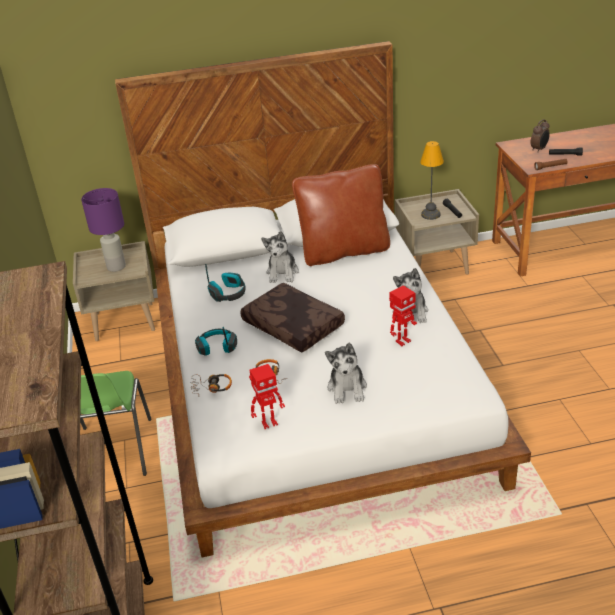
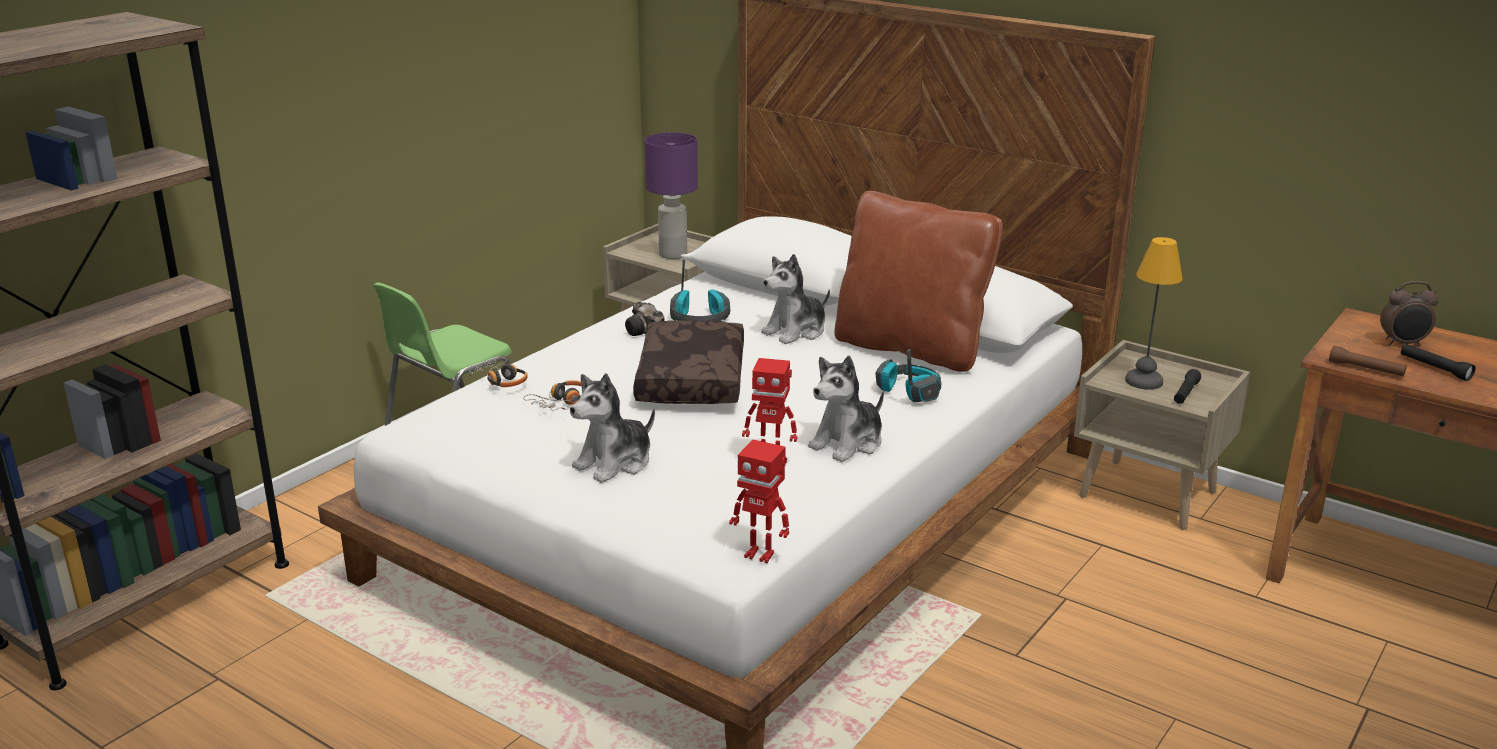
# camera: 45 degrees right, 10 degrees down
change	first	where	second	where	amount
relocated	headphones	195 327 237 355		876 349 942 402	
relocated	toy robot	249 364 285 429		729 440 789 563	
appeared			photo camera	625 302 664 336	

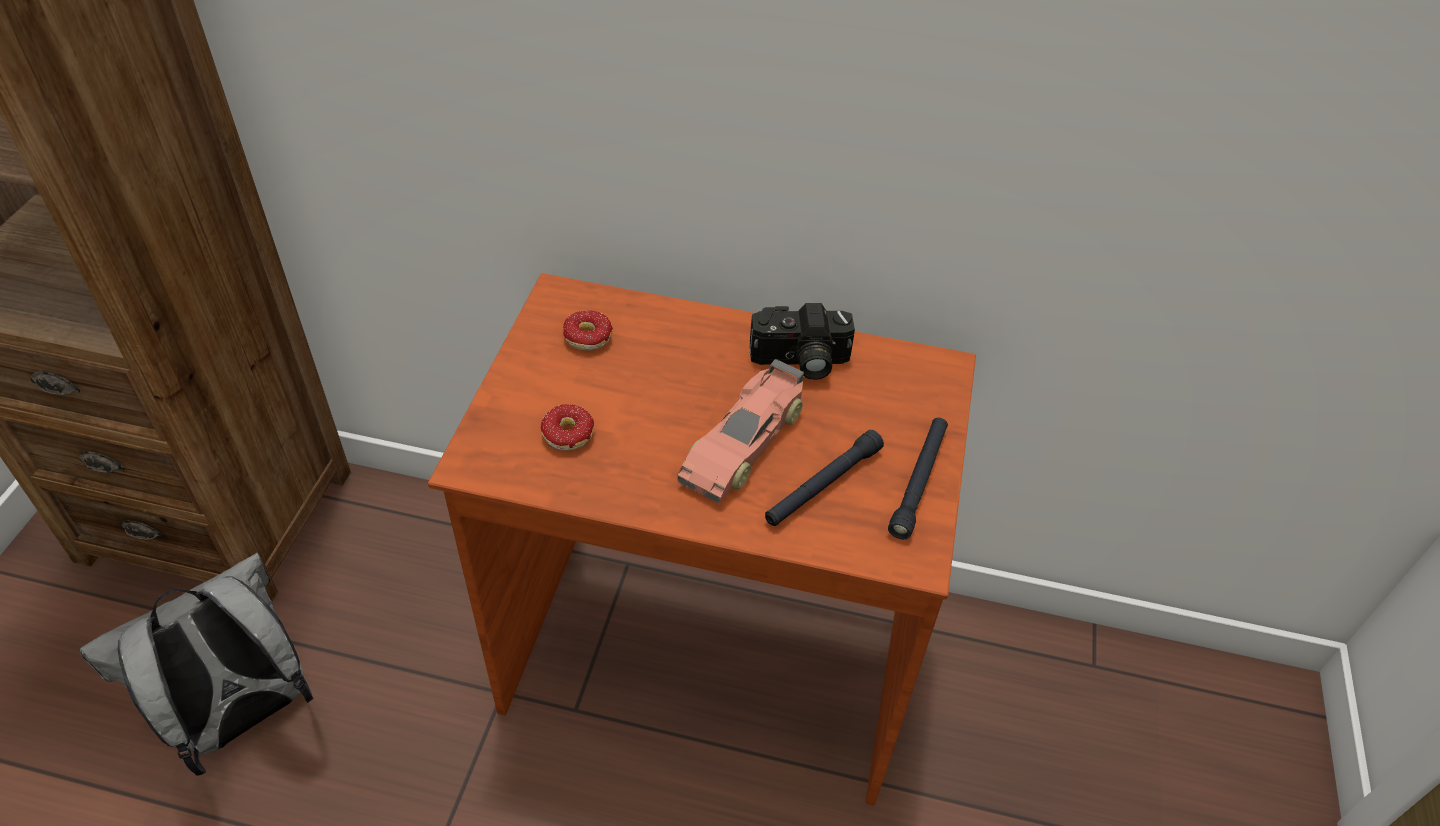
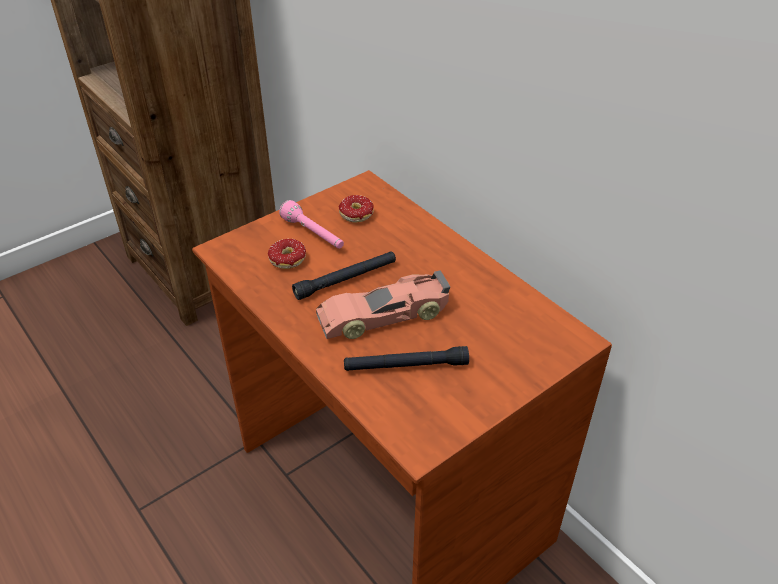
# camera: 40 degrees right, 5 degrees down
change	first	where	second	where	amount
missing	photo camera	750 303 855 380			
relocated	black flashlight	888 418 948 539		292 251 396 300	
missing	grey backpack	80 553 314 776			
appeared			pink flashlight	279 200 344 248	

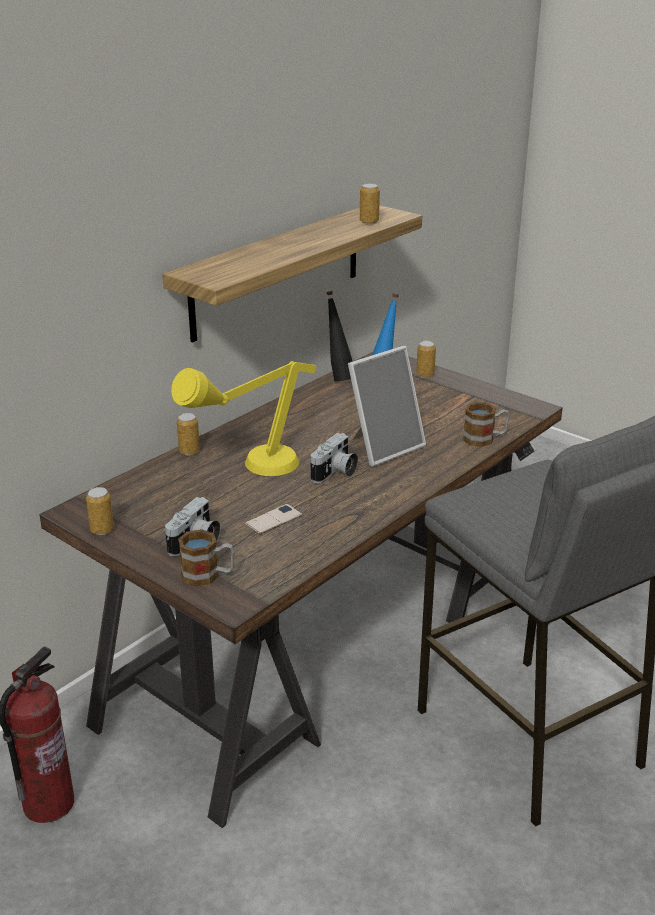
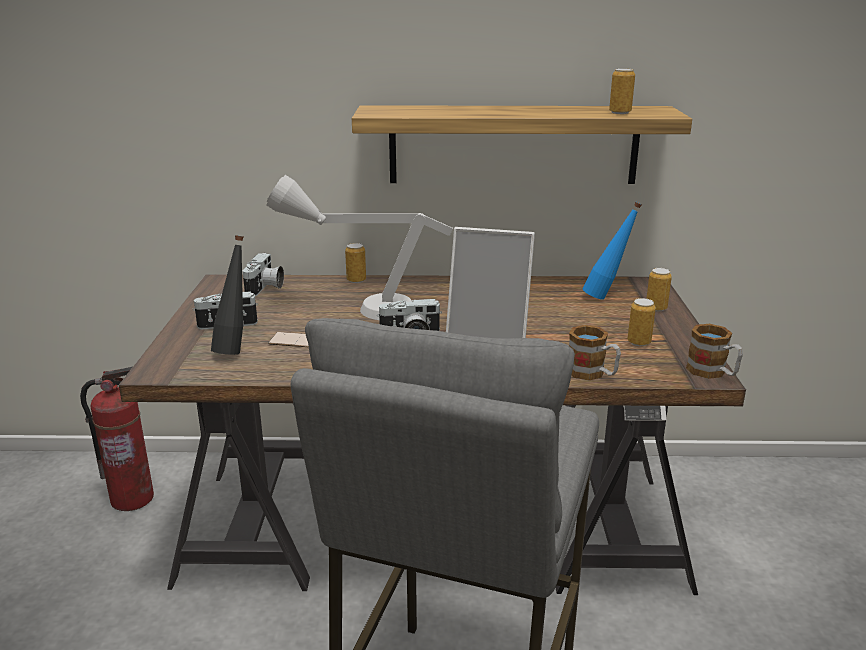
# camera: 50 degrees right, 5 degrees down
change	first	where	second	where	amount
relocated	black bottle	326 291 352 381		211 235 244 355	
colour	yellow table lamp	171 361 316 476	grey table lamp	266 175 453 320	
relocated	can	86 487 114 535		628 298 656 346	
relocated	mug	178 529 235 587		686 324 743 379	
appeared			photo camera	242 253 284 296	

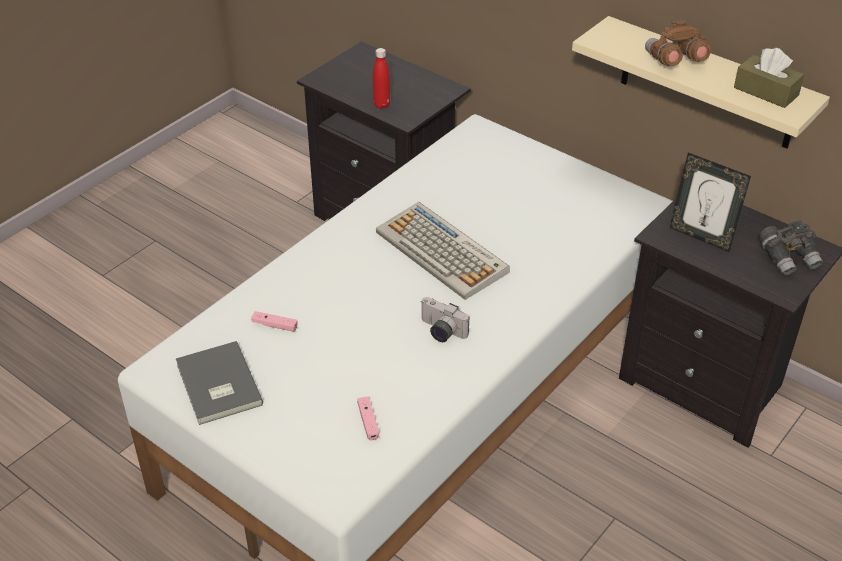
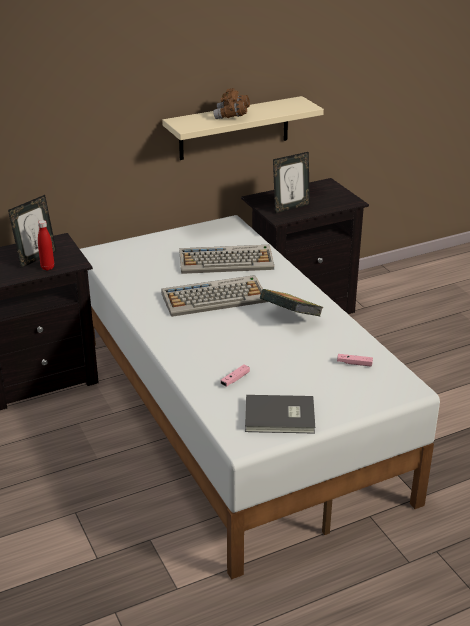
# camera: 65 degrees left, 10 degrees down
change	first	where	second	where	amount
missing	brown tissue box	734 48 804 108			
missing	grey binoculars	759 220 823 276			
exchanged	photo camera	422 297 469 342	book	260 289 323 316	
appeared			picture frame	8 195 56 268	
appeared			keyboard	179 245 274 274	

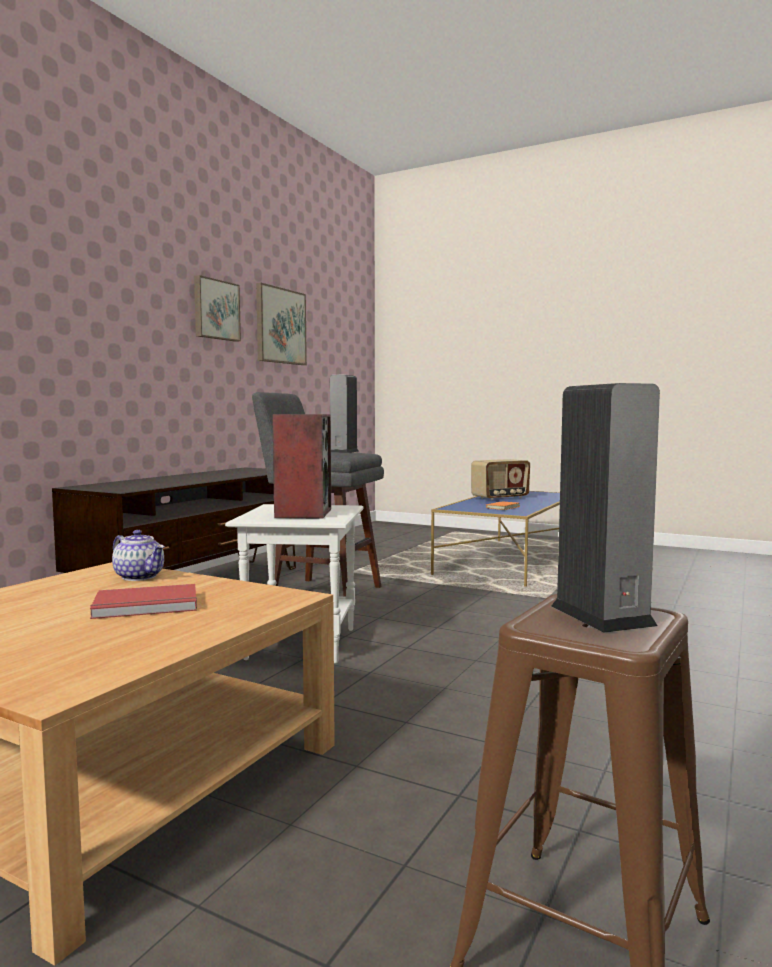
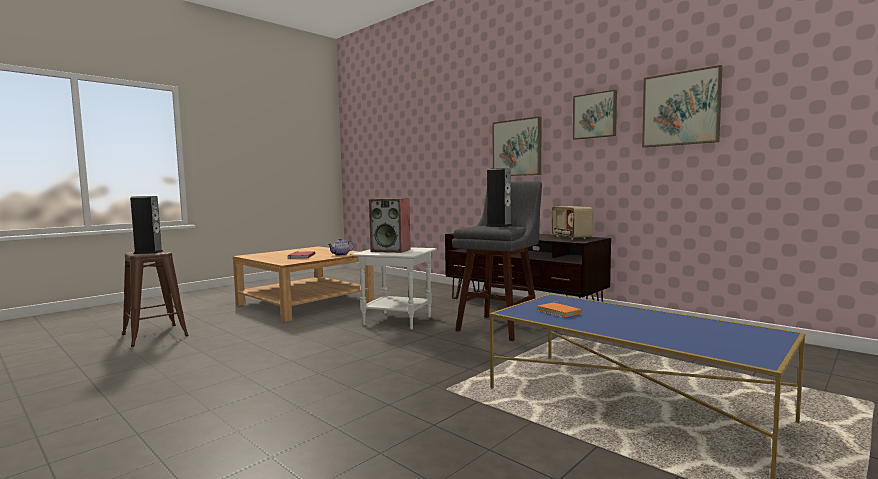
# camera: 105 degrees right, 0 degrees up
change	first	where	second	where	amount
relocated	radio	471 459 530 501		552 206 593 240	
appeared			picture	492 116 541 176	

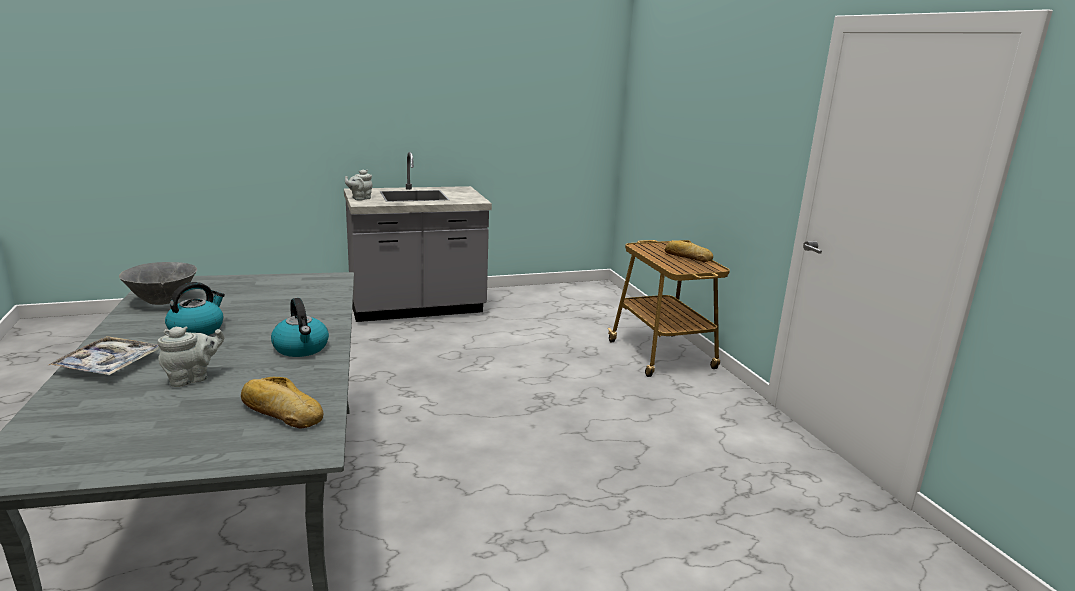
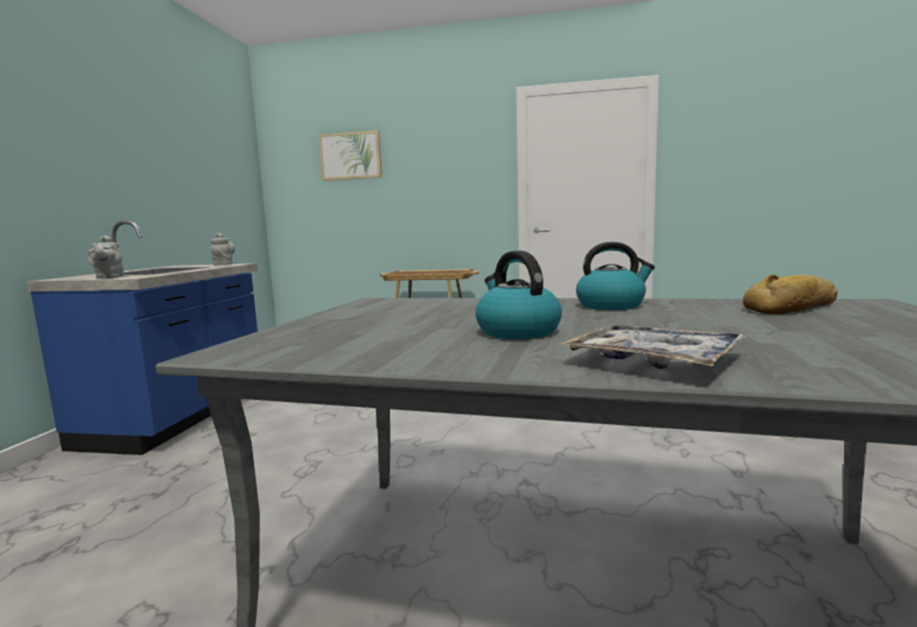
# camera: 60 degrees left, 10 degrees down
change	first	where	second	where	amount
colour	grey counter	344 152 492 322	blue counter	27 220 258 455	
missing	bread	665 240 713 262			
missing	grey bowl	119 262 197 305			
relocated	grey teapot	157 326 224 387		211 233 235 265	
appeared			picture	319 130 382 181	

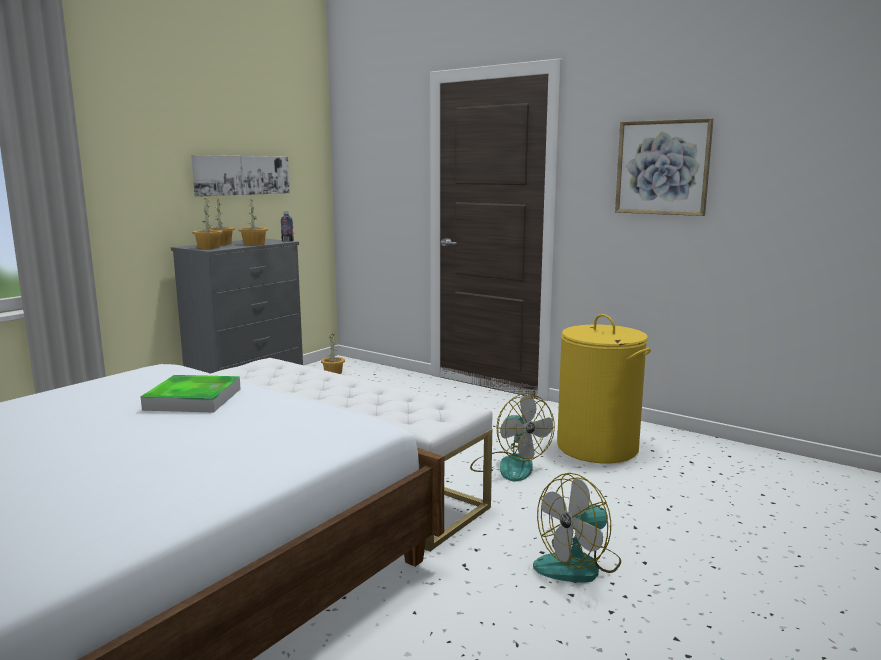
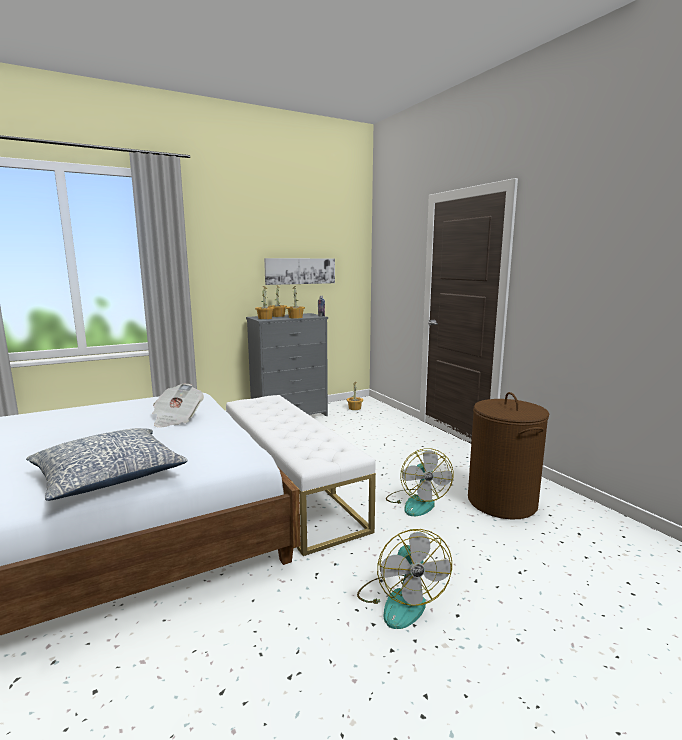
# camera: 25 degrees right, 0 degrees up
change	first	where	second	where	amount
missing	picture	615 118 714 216			
colour	yellow laundry basket	557 314 651 464	brown laundry basket	468 392 549 519	
exchanged	tray	141 375 241 413	newspaper	152 384 204 427	
spun	fan	533 473 621 583		357 529 452 629	90 degrees counterclockwise
appeared			pillow	26 428 188 501	

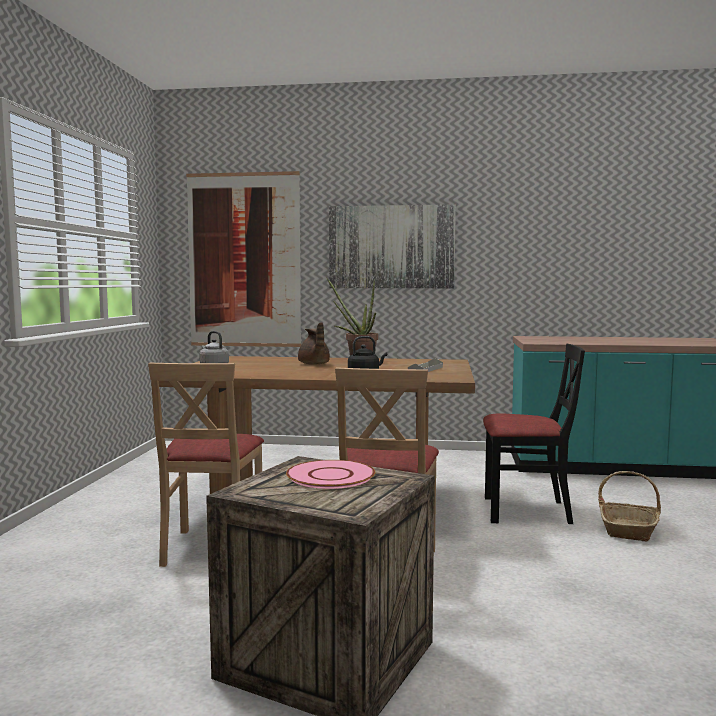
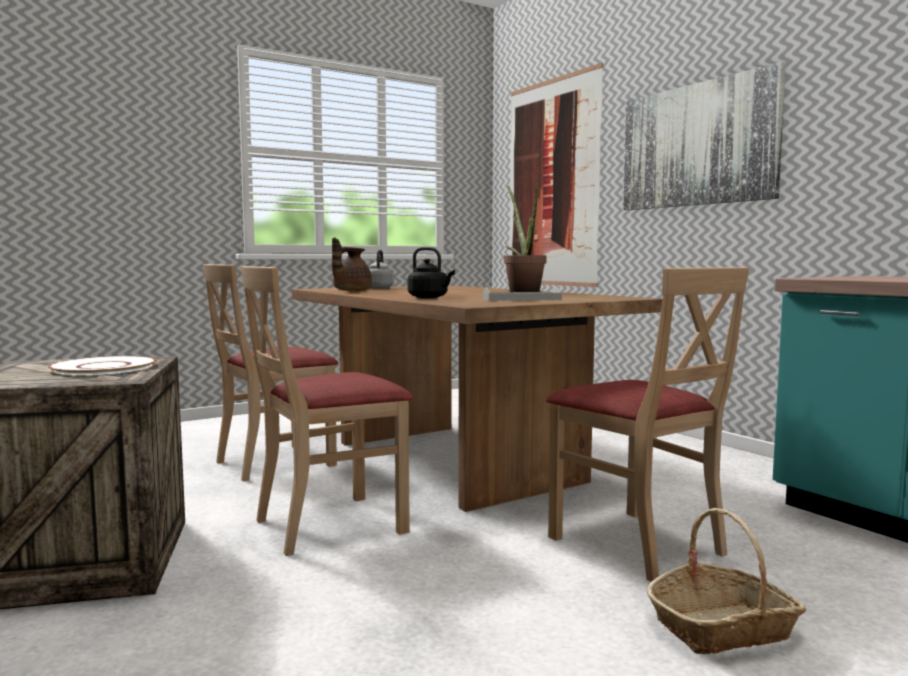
# camera: 50 degrees right, 0 degrees up
change	first	where	second	where	amount
relocated	brown teapot	298 322 330 365		332 237 372 291	
colour	black chair	483 344 585 524	beige chair	546 267 749 582	
colour	pink plate	286 460 375 489	white plate	48 356 157 375	

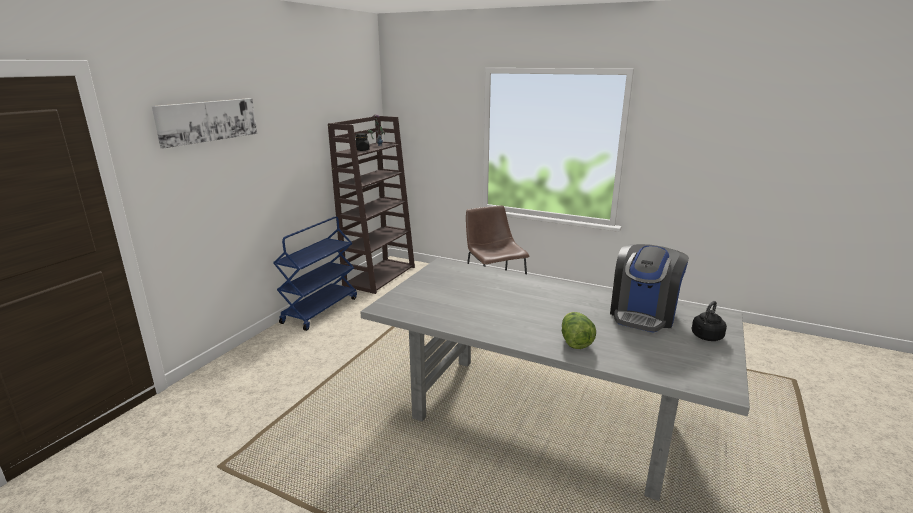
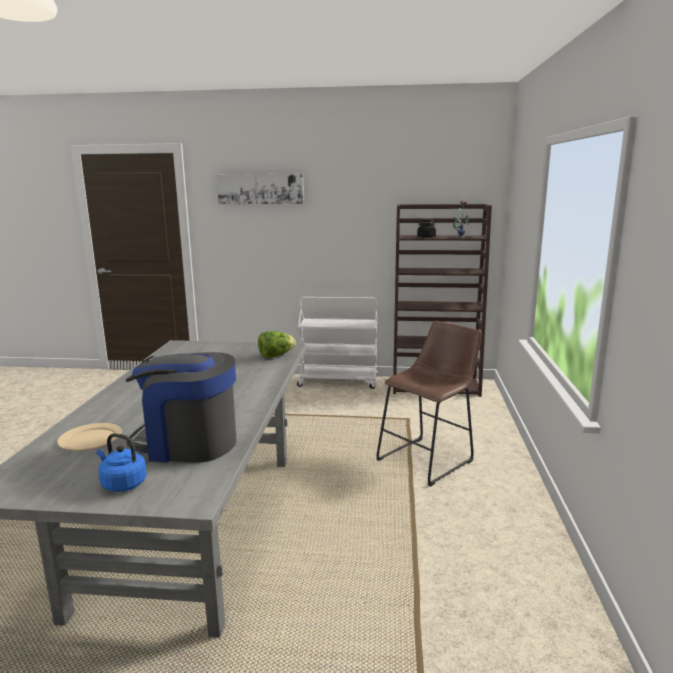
# camera: 70 degrees right, 5 degrees down
change	first	where	second	where	amount
colour	blue cart	273 216 357 331	white cart	297 297 377 389	
colour	black kettle	691 301 727 341	blue kettle	96 433 147 492	
relocated	lettuce	562 312 596 349		258 331 296 358	
appeared			beige plate	57 423 122 451	

